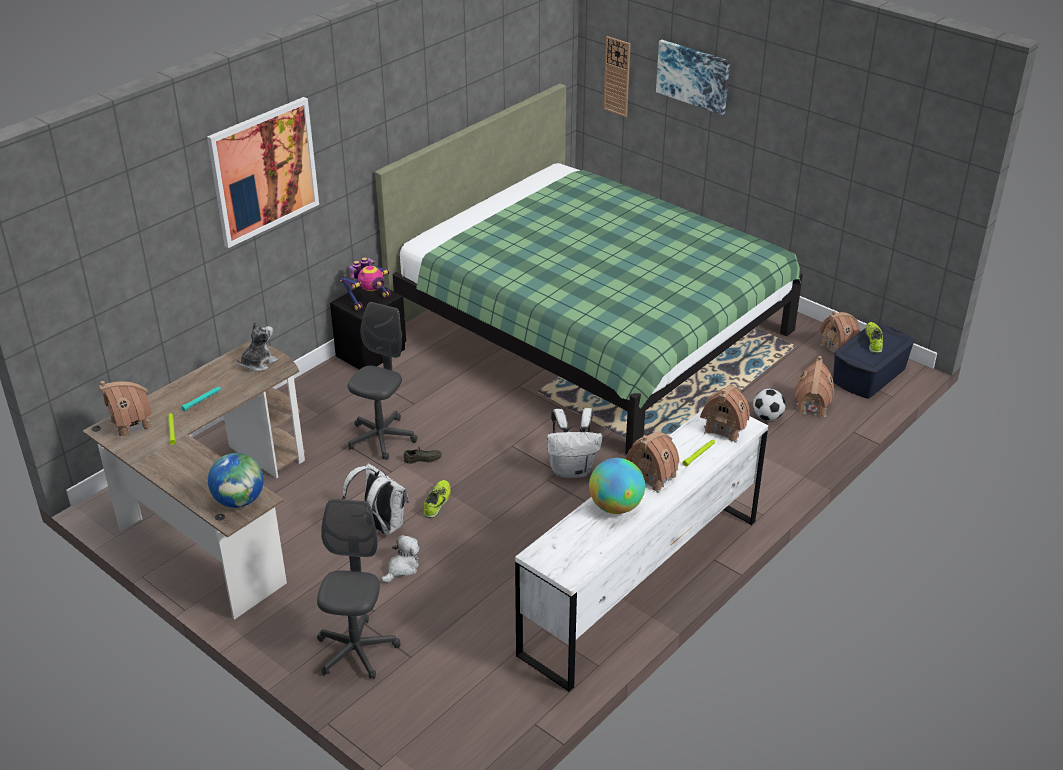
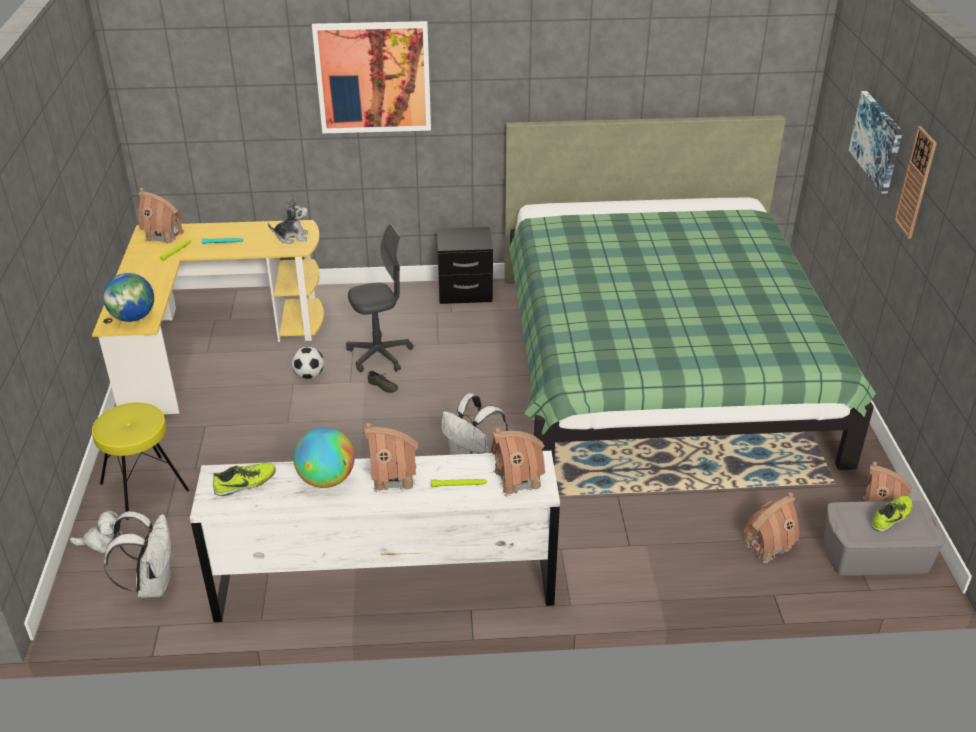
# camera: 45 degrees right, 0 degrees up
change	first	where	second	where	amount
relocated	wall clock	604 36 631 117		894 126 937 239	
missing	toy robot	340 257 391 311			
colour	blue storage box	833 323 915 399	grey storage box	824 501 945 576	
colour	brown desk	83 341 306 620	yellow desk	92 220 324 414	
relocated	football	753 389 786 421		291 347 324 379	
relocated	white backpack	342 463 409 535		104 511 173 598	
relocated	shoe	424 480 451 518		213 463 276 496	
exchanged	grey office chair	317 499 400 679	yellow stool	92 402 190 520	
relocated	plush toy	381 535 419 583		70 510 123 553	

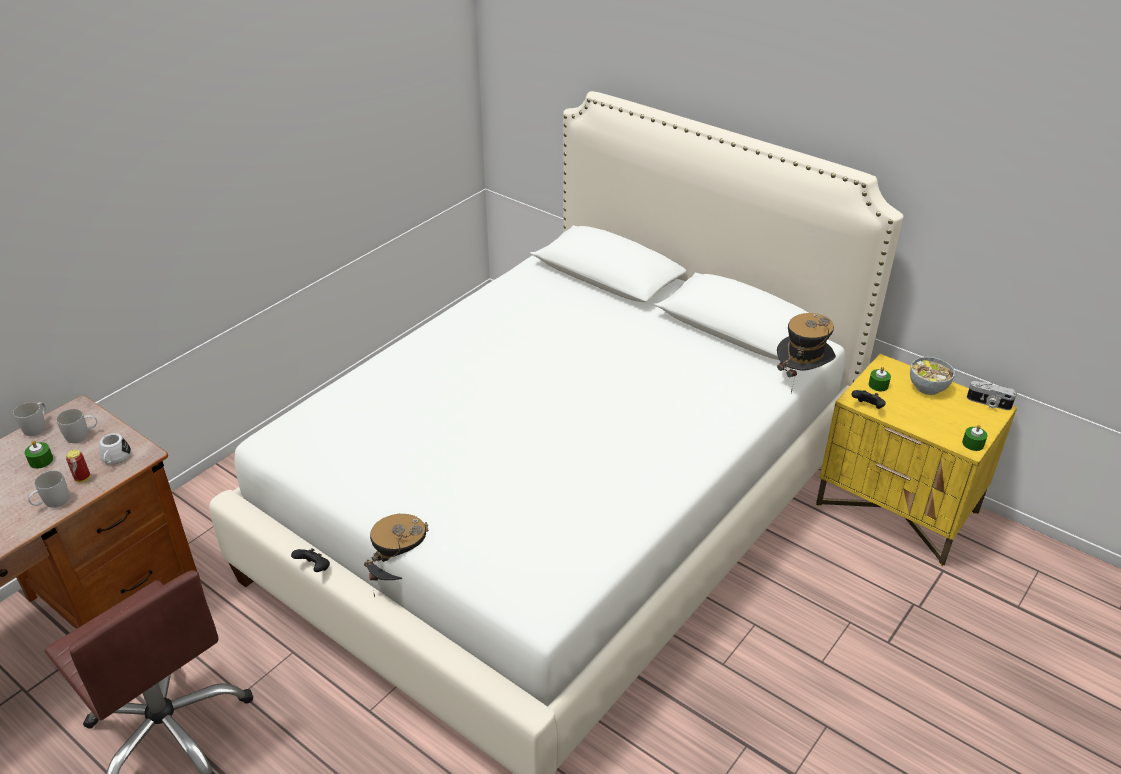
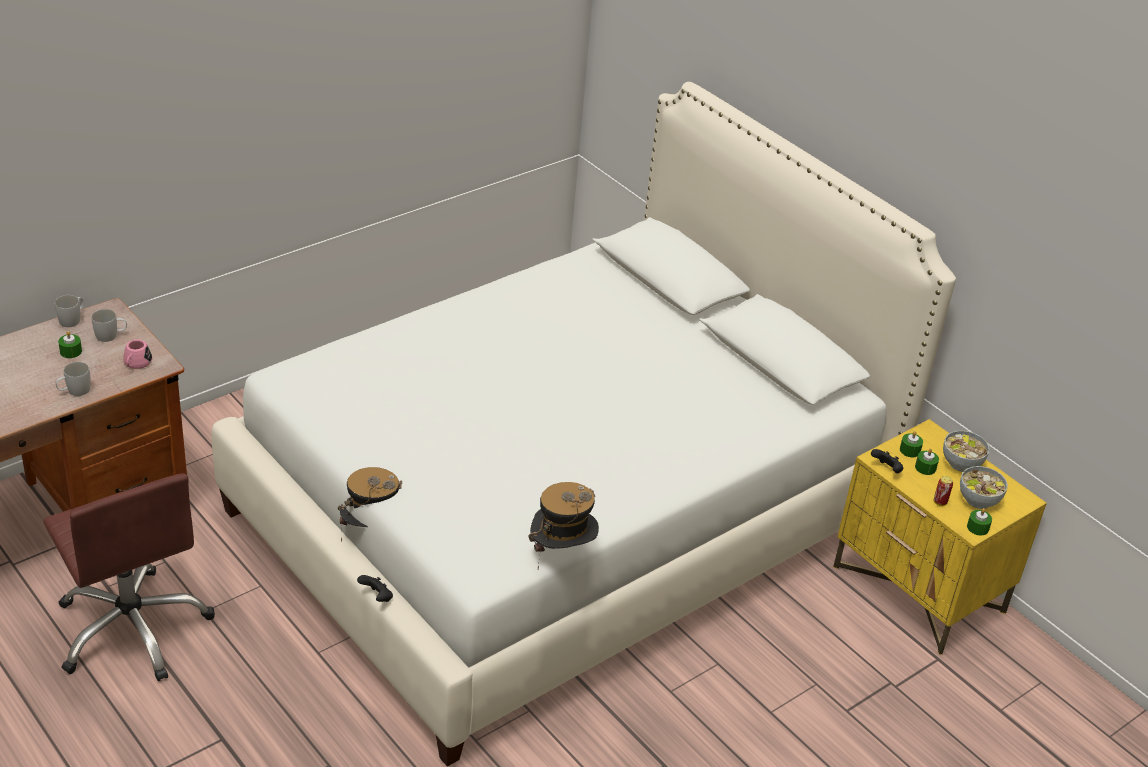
# camera: 10 degrees right, 0 degrees up
change	first	where	second	where	amount
relocated	hat	777 313 836 393		528 482 599 569	
missing	photo camera	967 381 1017 410			
colour	white mug	99 433 131 465	pink mug	123 339 152 369	
relocated	can	66 450 90 482		934 476 953 506	
relocated	black game controller	291 548 330 572		357 575 393 602	
appeared			green candle	915 448 939 475	
appeared			bowl	960 466 1008 509	

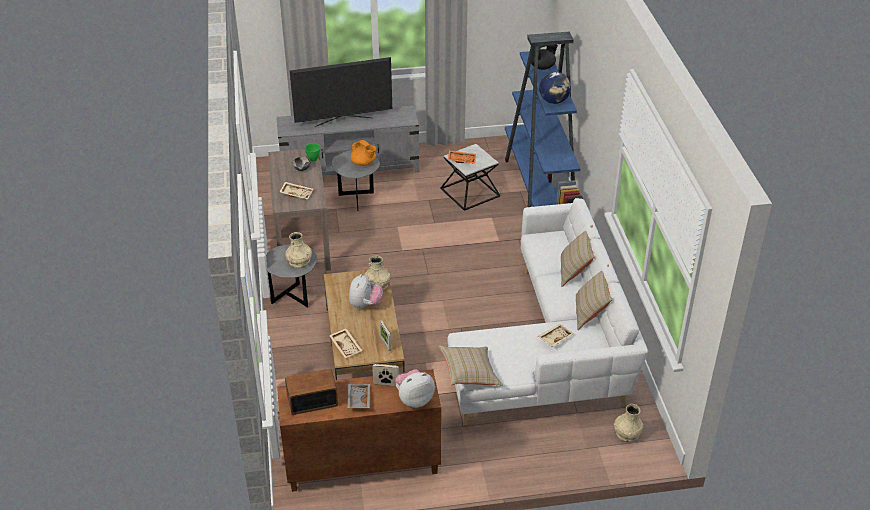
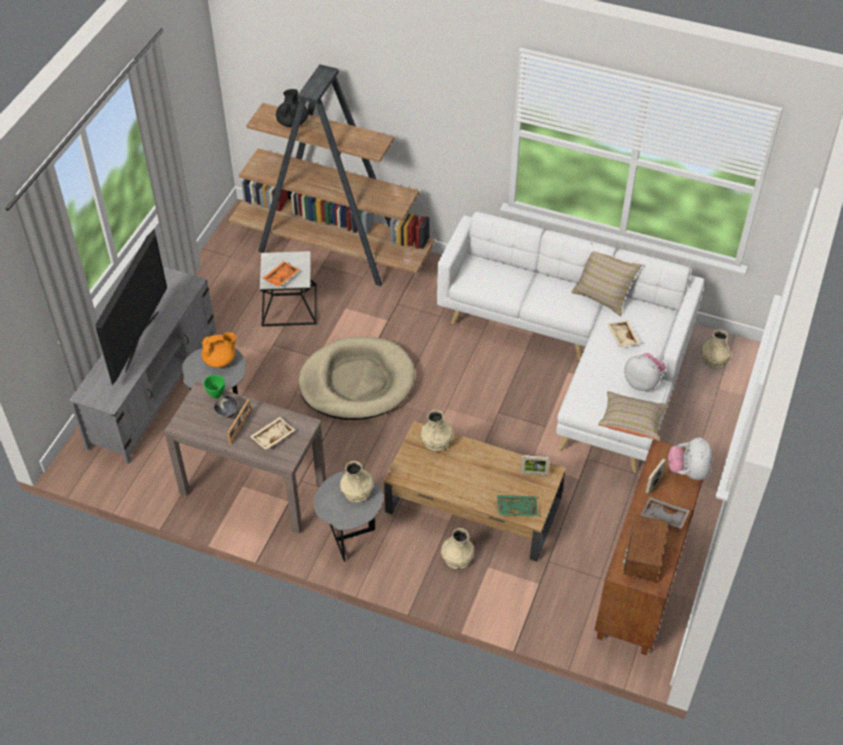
# camera: 60 degrees left, 10 degrees up
change	first	where	second	where	amount
colour	blue bookcase	505 31 583 207	brown bookcase	229 64 435 286	
missing	globe	539 72 571 104			
missing	beige pillow	561 225 594 287			
relocated	plush toy	349 274 383 309		624 353 666 391	
colour	beige tray	329 328 362 358	green tray	497 495 538 516	
appeared			beige dog bed	298 337 415 420	
appeared			picture frame	227 399 251 444	
appeared			beige vase	441 528 474 569	

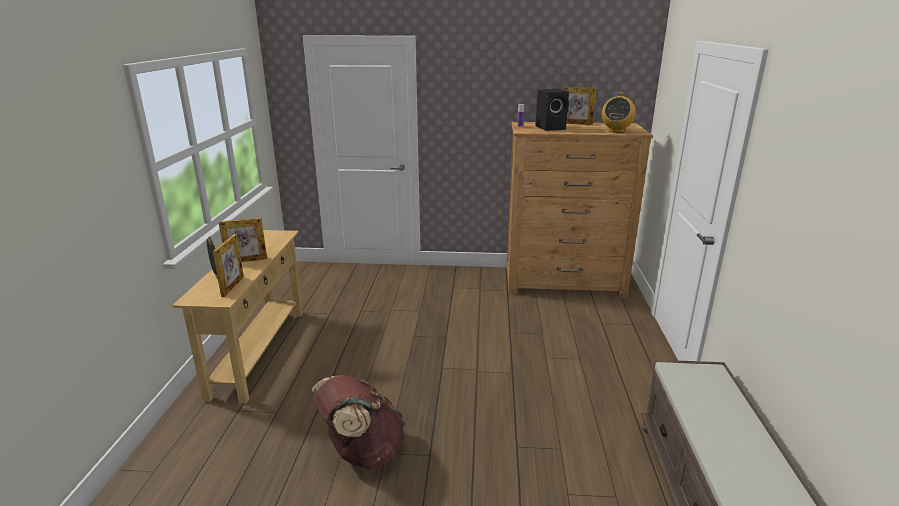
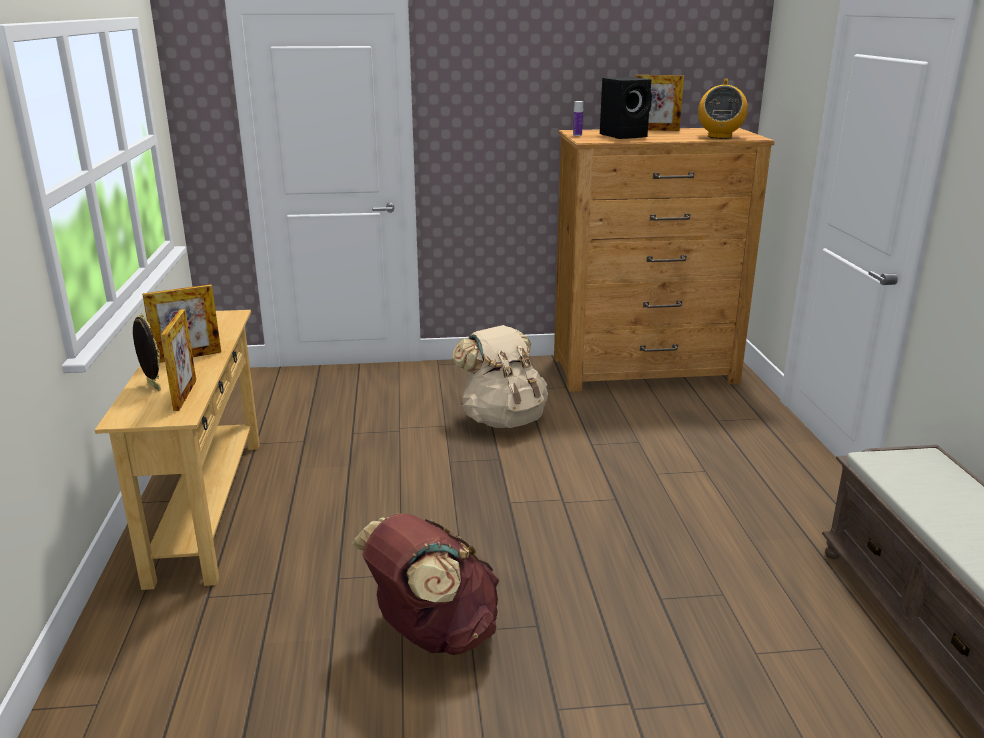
# camera: 10 degrees left, 0 degrees up
change	first	where	second	where	amount
appeared			beige backpack	452 325 548 428	

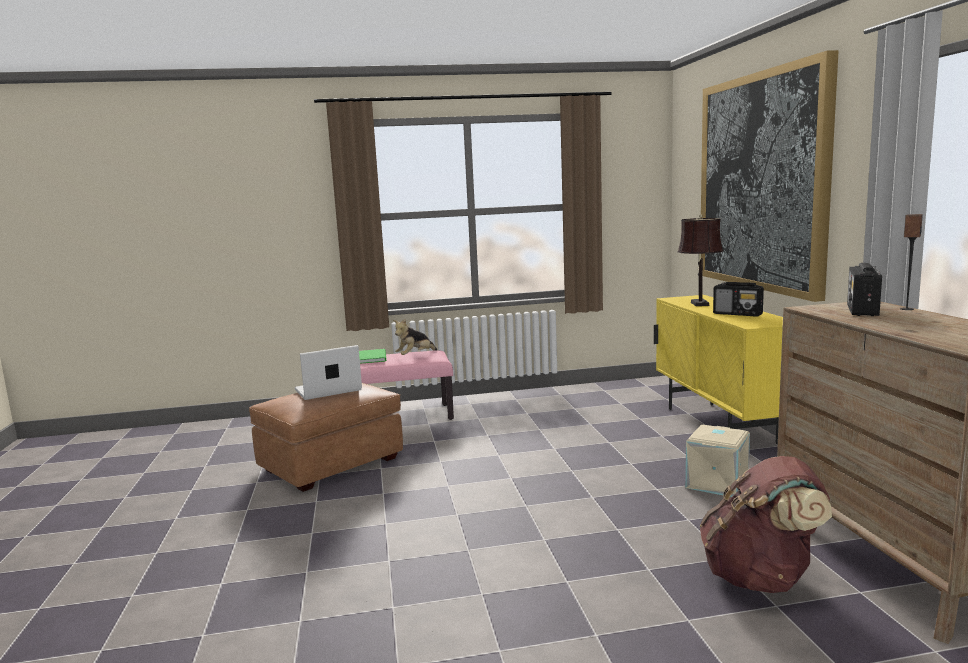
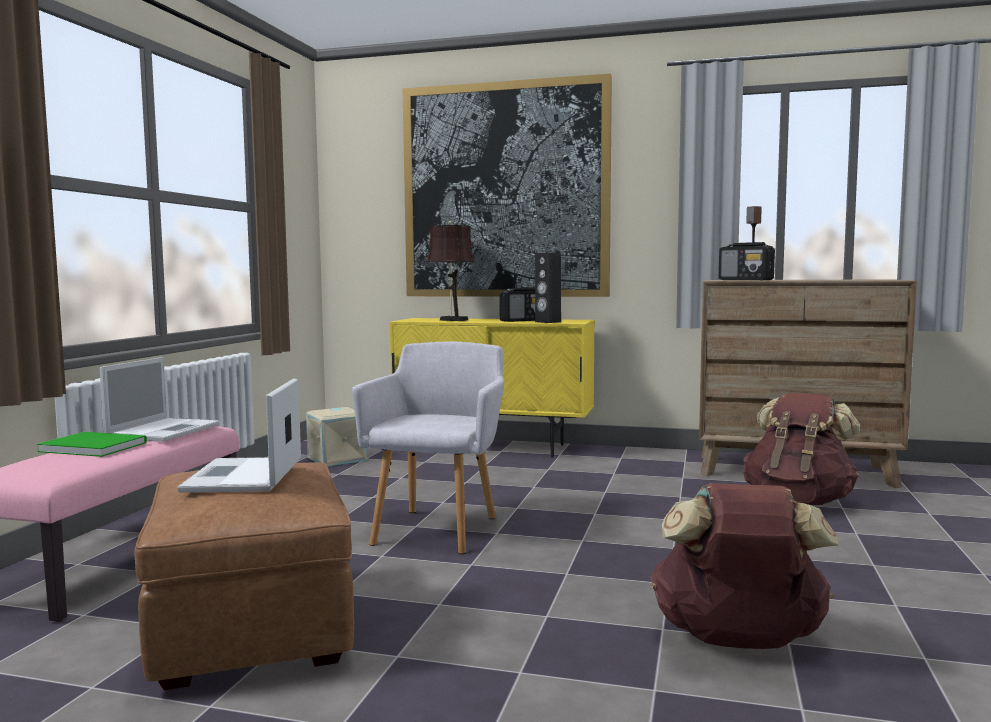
# camera: 65 degrees left, 5 degrees down
change	first	where	second	where	amount
exchanged	plush toy	393 319 437 355	laptop	100 357 220 442	
relocated	beige storage box	685 425 750 497		306 407 367 466	
appeared			black speaker	535 253 561 323	
appeared			grey armchair	352 342 504 554	
appeared			brown backpack	650 483 838 649	

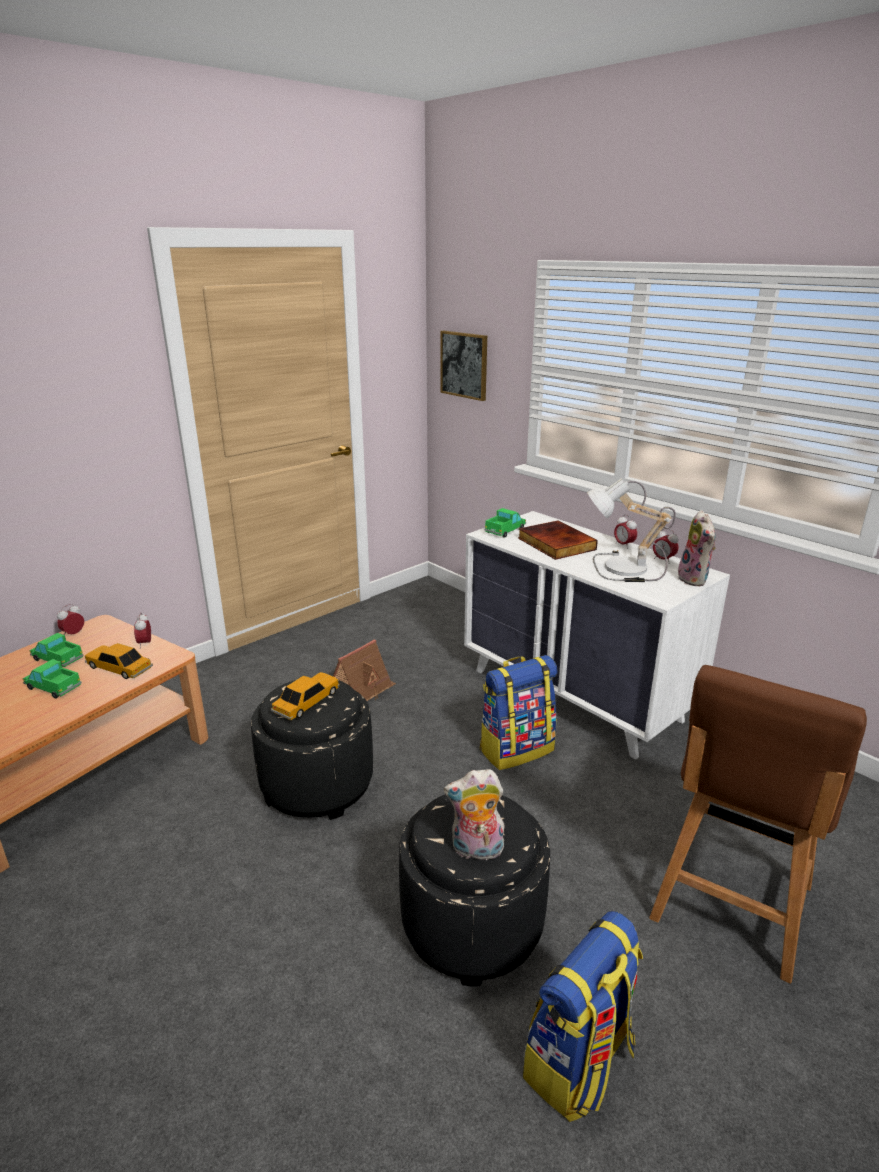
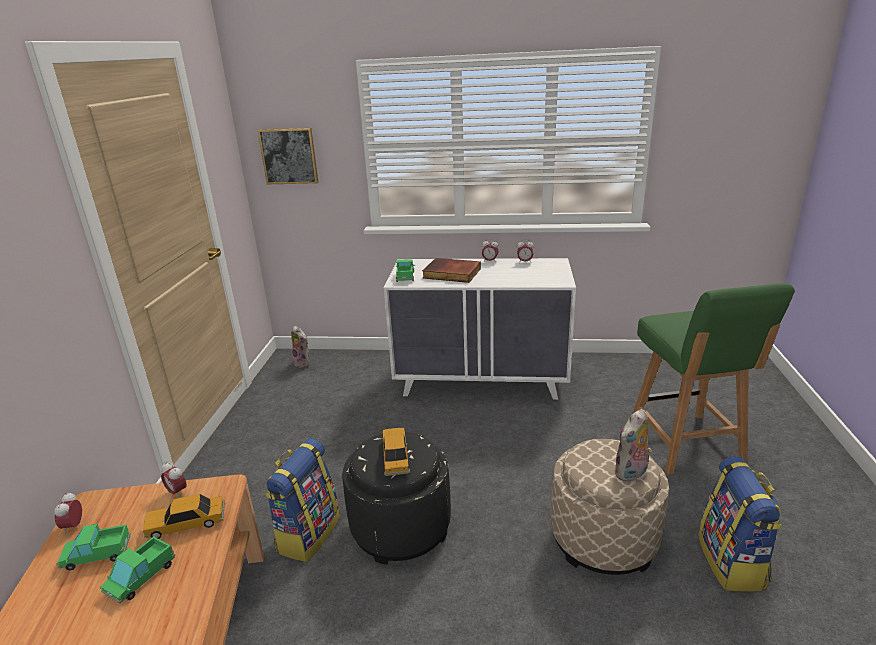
# camera: 40 degrees left, 0 degrees up
change	first	where	second	where	amount
missing	table lamp	587 478 676 582			
relocated	plush toy	678 510 716 586		291 325 310 368	
missing	toy house	333 639 396 701			
relocated	backpack	480 655 557 770		265 438 340 562	
spun	toy truck	23 659 82 699		100 536 175 604	45 degrees counterclockwise
colour	brown chair	649 665 867 984	green chair	633 283 795 475	
colour	black ottoman	399 794 550 986	beige ottoman	551 439 669 575	

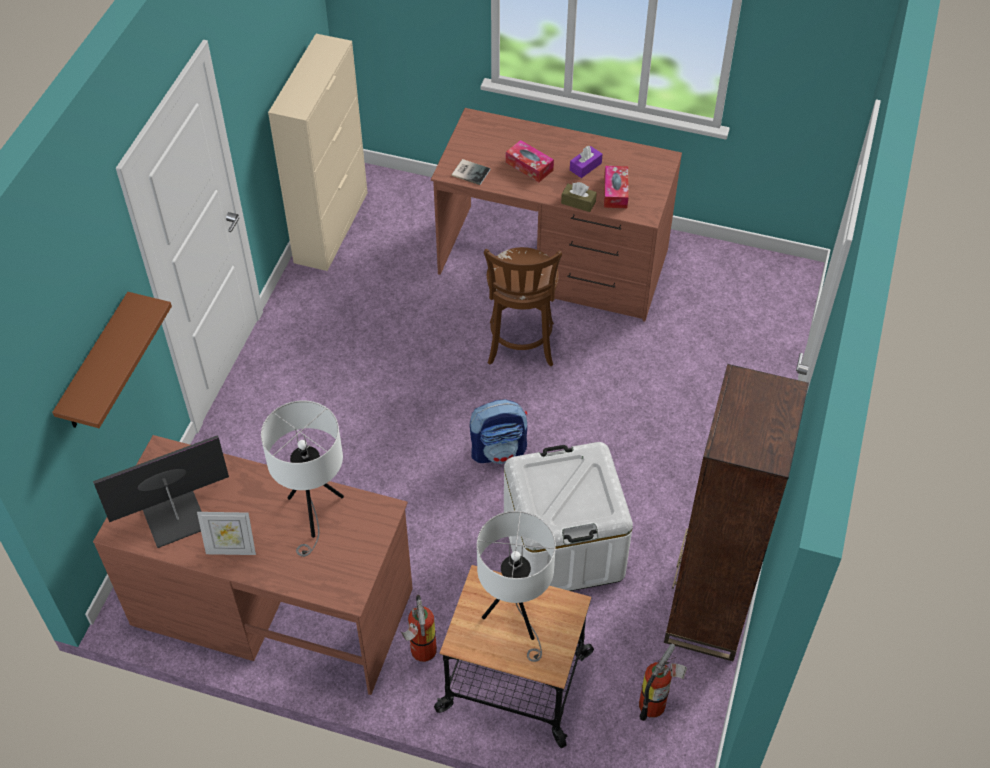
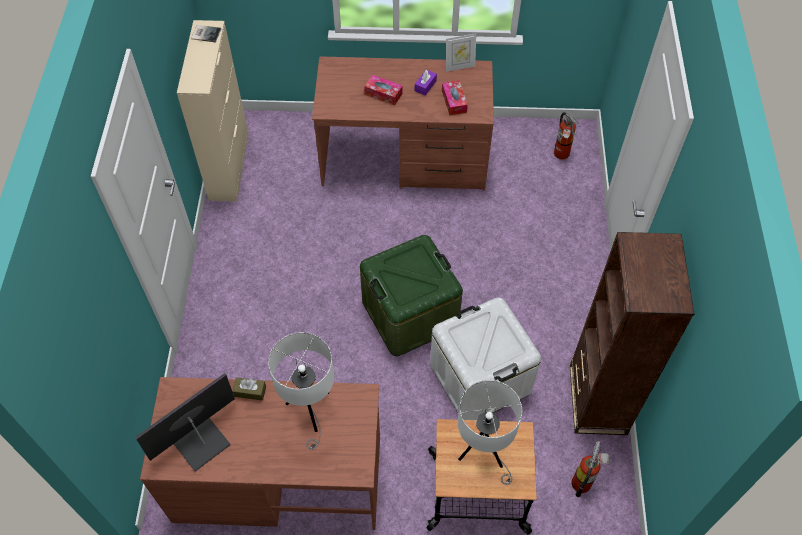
# camera: 15 degrees left, 5 degrees up
change	first	where	second	where	amount
relocated	book	452 159 491 185		191 25 221 42	
relocated	brown tissue box	561 182 597 212		232 377 266 401	
missing	brown stool	484 247 562 366			
missing	brown shelf	52 292 172 428			
exchanged	backpack	470 399 527 464	green storage box	360 235 463 356	
relocated	picture frame	197 512 256 555		446 33 476 72	
relocated	fire extinguisher	401 595 437 662		554 112 579 160	

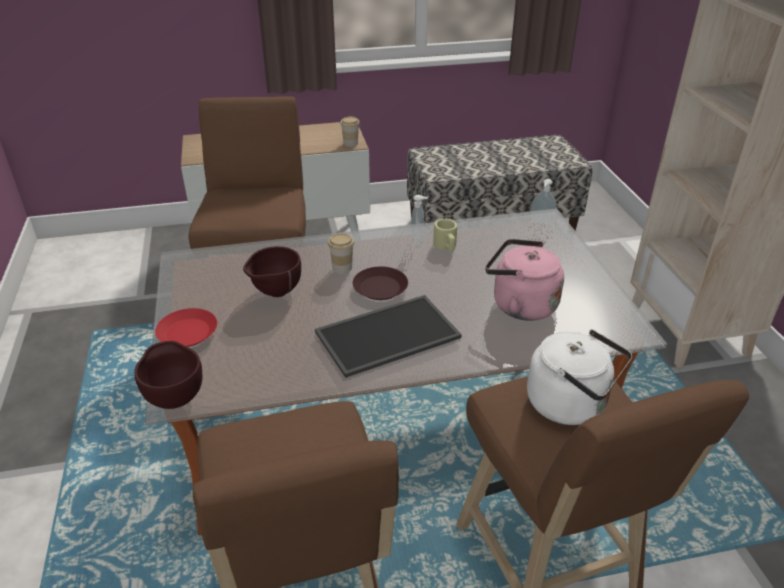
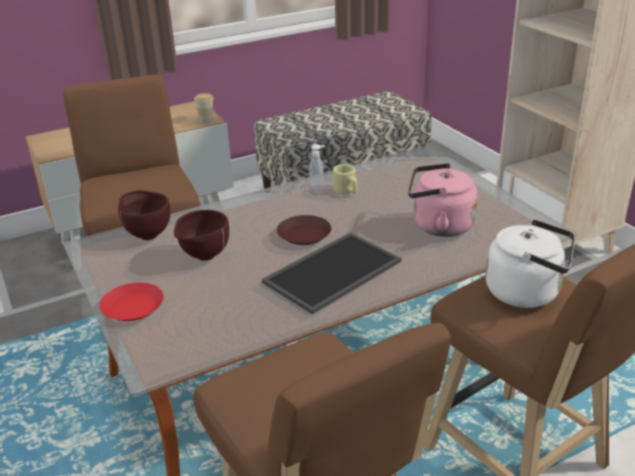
# camera: 15 degrees left, 5 degrees down
change	first	where	second	where	amount
missing	soap dispenser	530 179 557 227			
missing	cup	328 233 354 274			
relocated	brown bowl	134 341 202 409		118 190 170 240	

